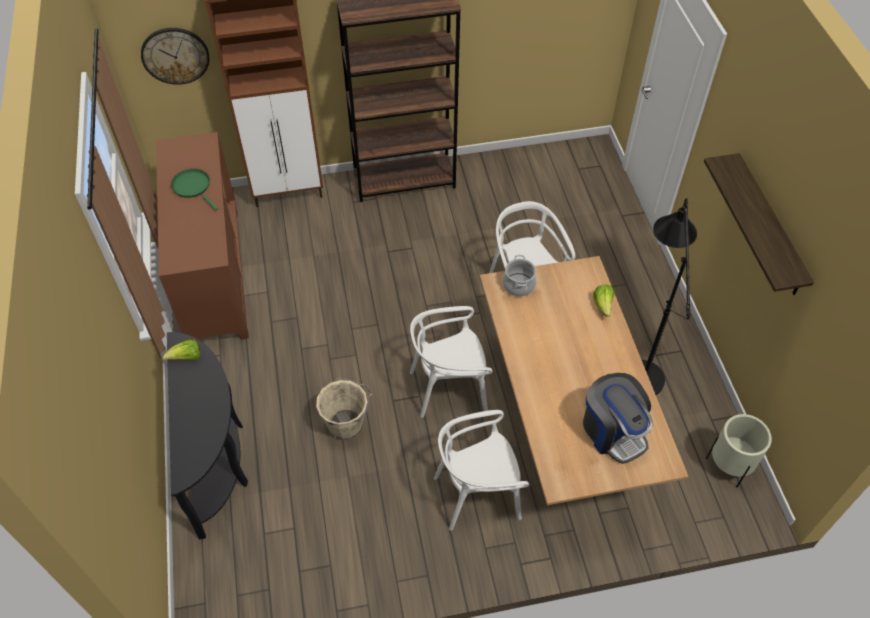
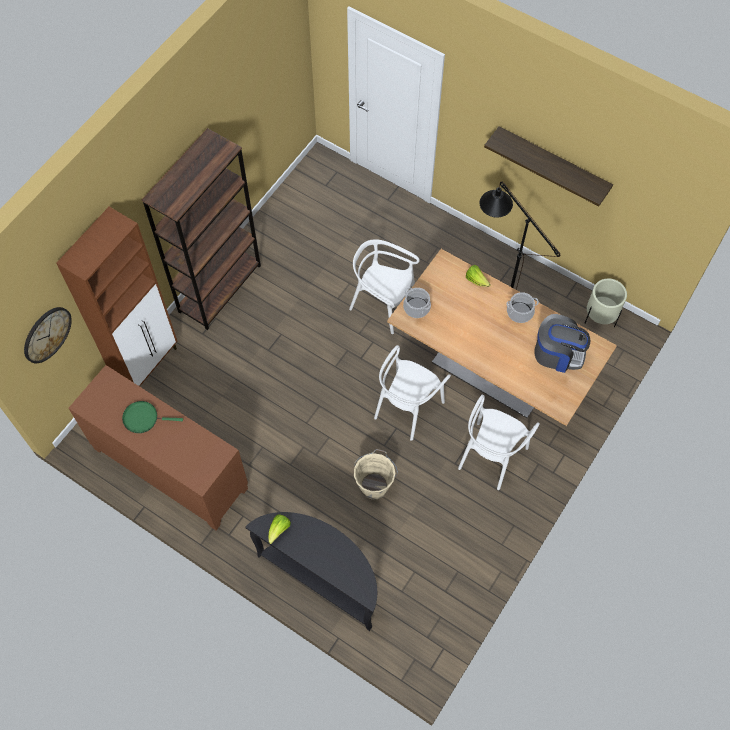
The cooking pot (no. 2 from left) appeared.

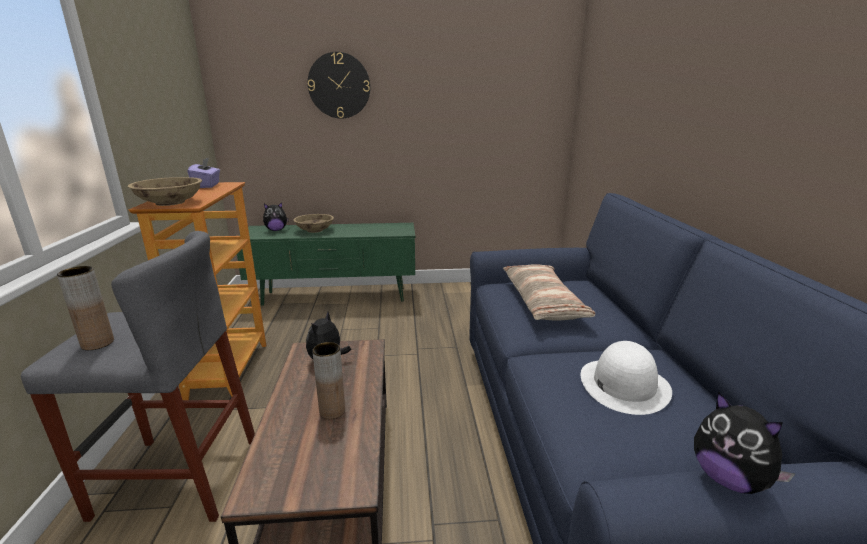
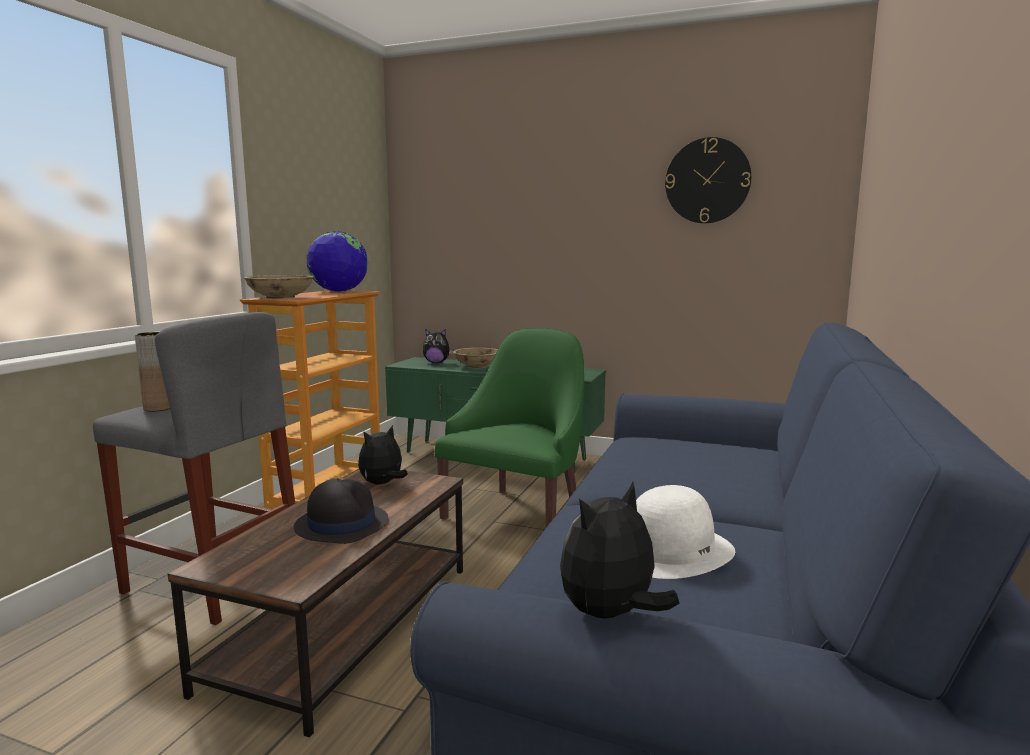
The purple tissue holder was replaced by the desk globe. The clock on the wall moved. The brown vase (no. 2 from left) was replaced by the black-coloured clothing hat. The throw pillow disappeared. The plush toy (no. 3 from left) turned 60 degrees clockwise. The green easy chair appeared.

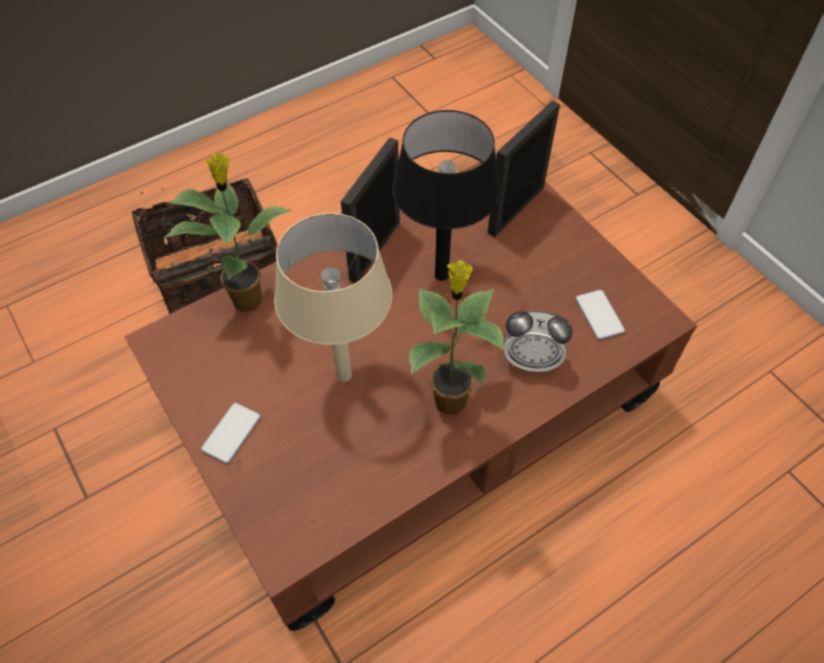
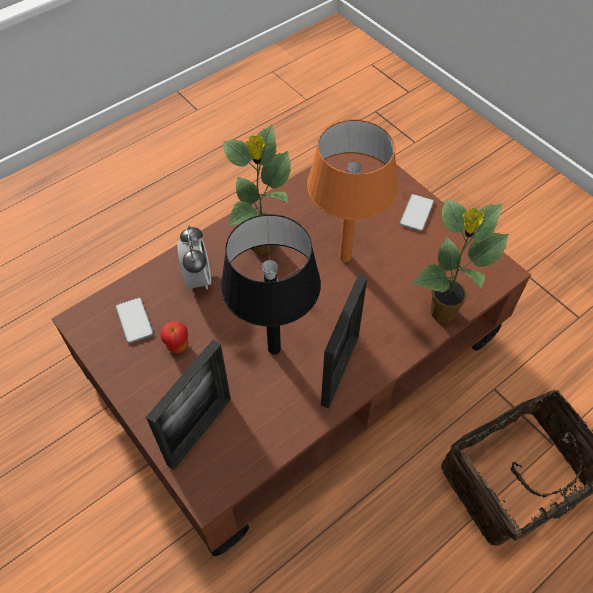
The sand-coloured lamp for a table became the orange-coloured lamp for a table. The bedside clock turned 75 degrees clockwise. The apple fruit appeared.

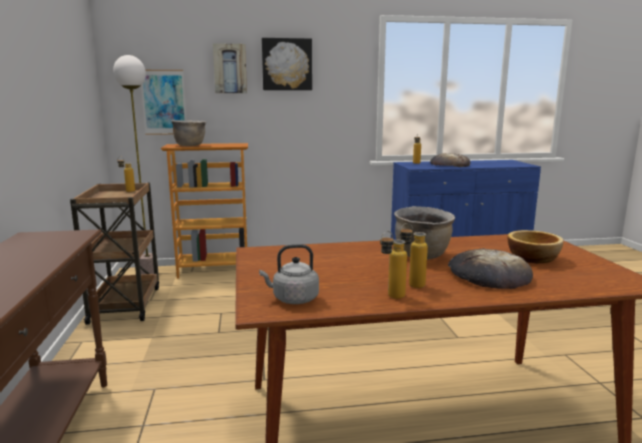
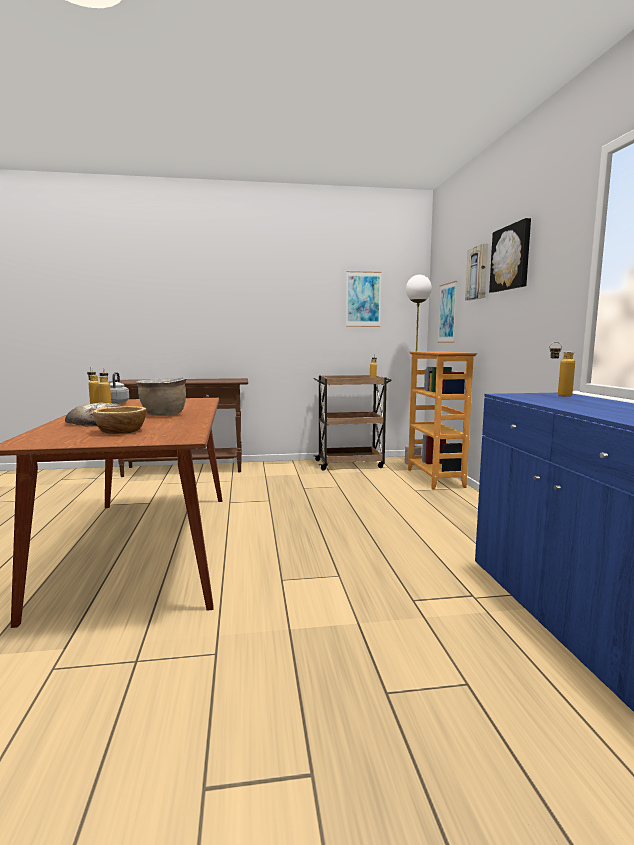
The brown cooking pot (no. 1 from left) disappeared. The baked bread (no. 1 from left) disappeared. The wall picture (no. 1 from left) appeared.

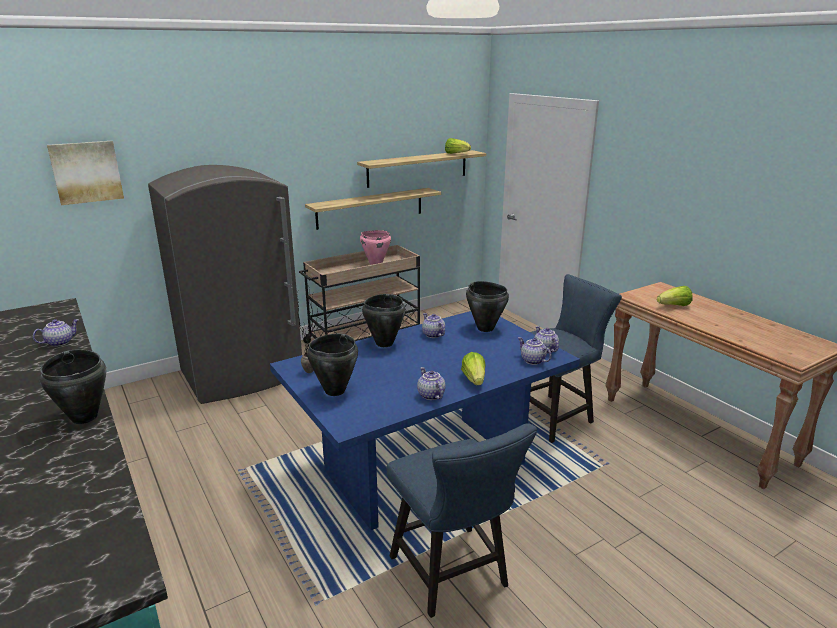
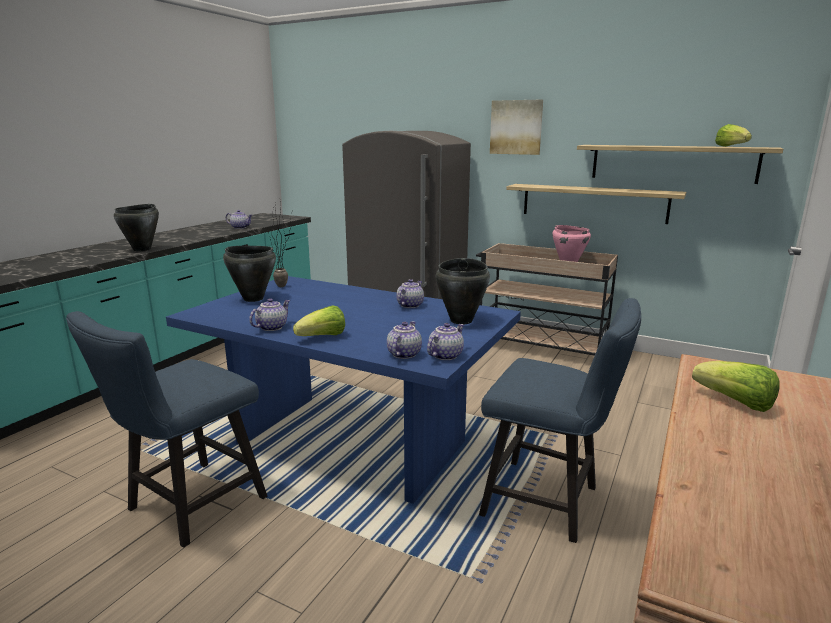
The wall picture moved. The black-coloured cooking pot (no. 3 from left) disappeared.

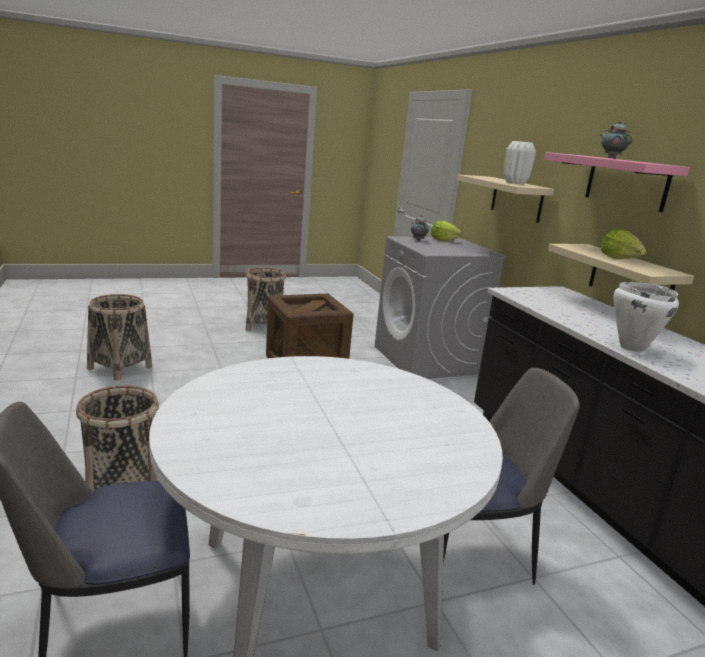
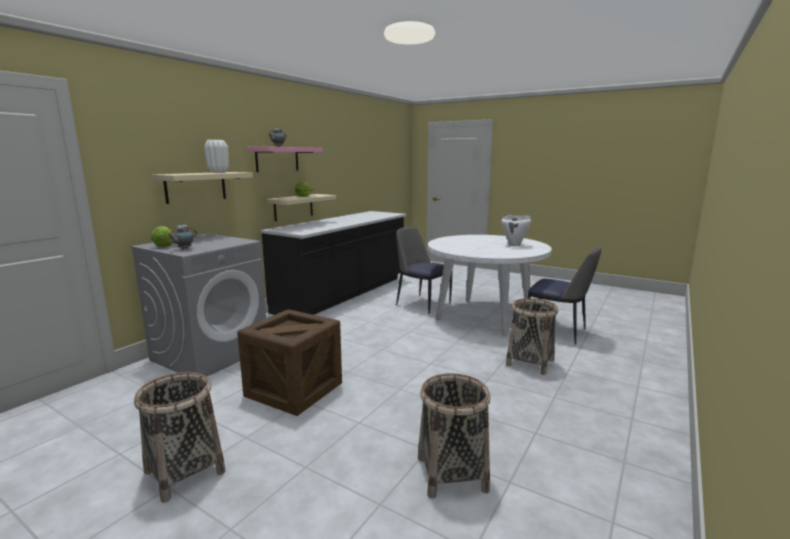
The whitish cooking pot moved.

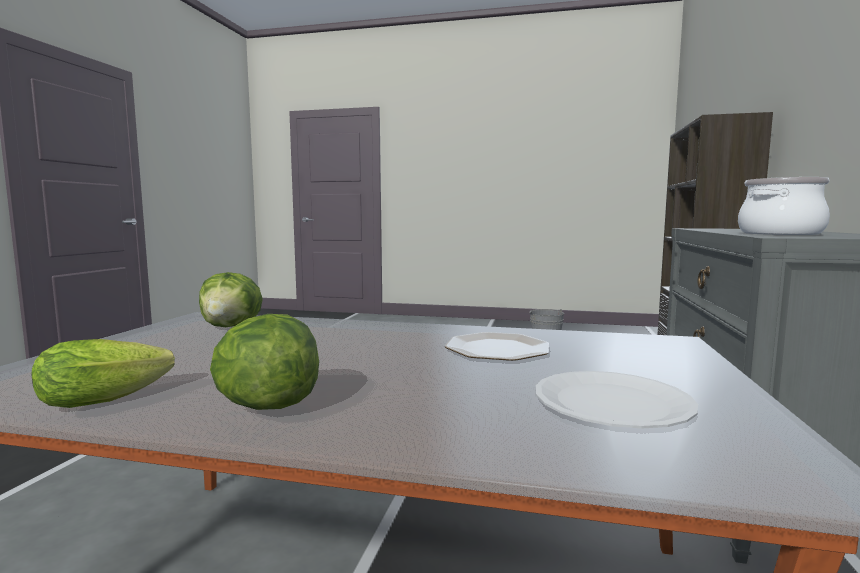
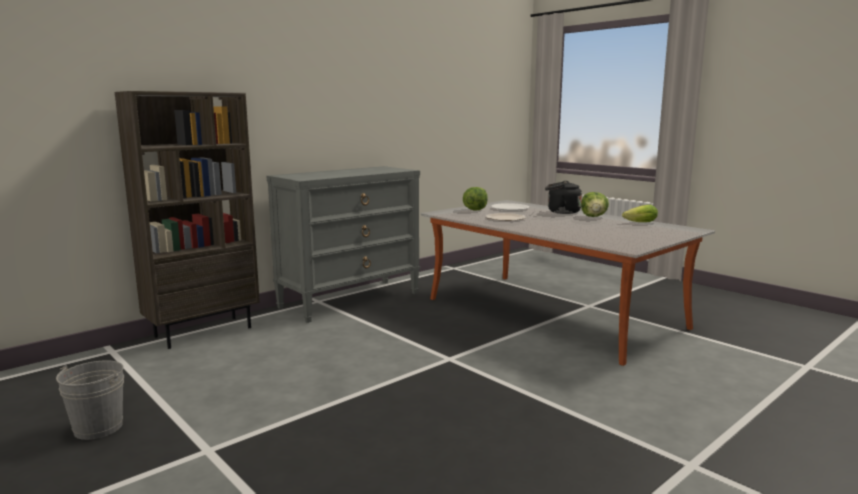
The lettuce head (no. 2 from left in the first image) moved. The cooking pot disappeared. The black-coloured tea kettle appeared.

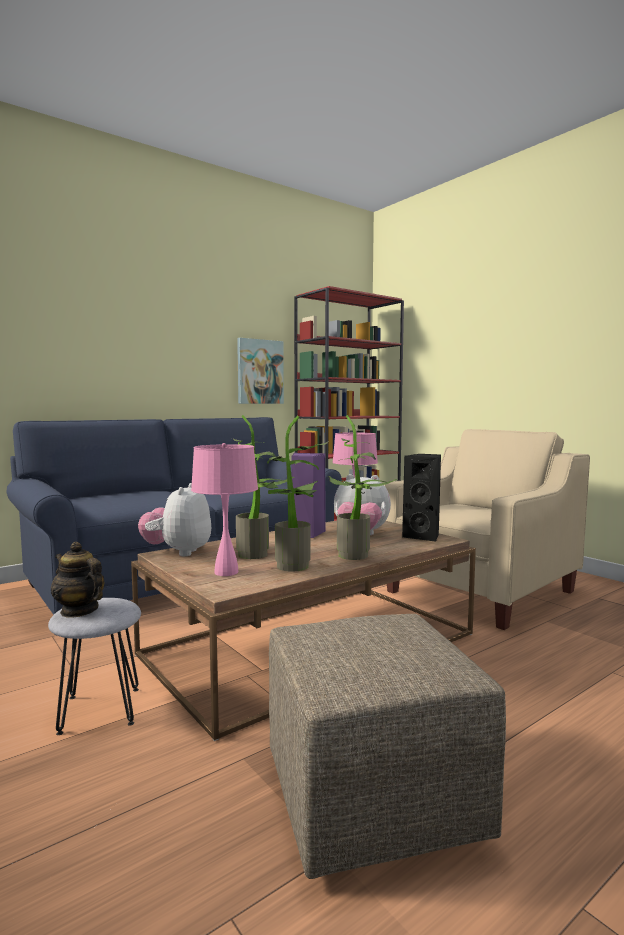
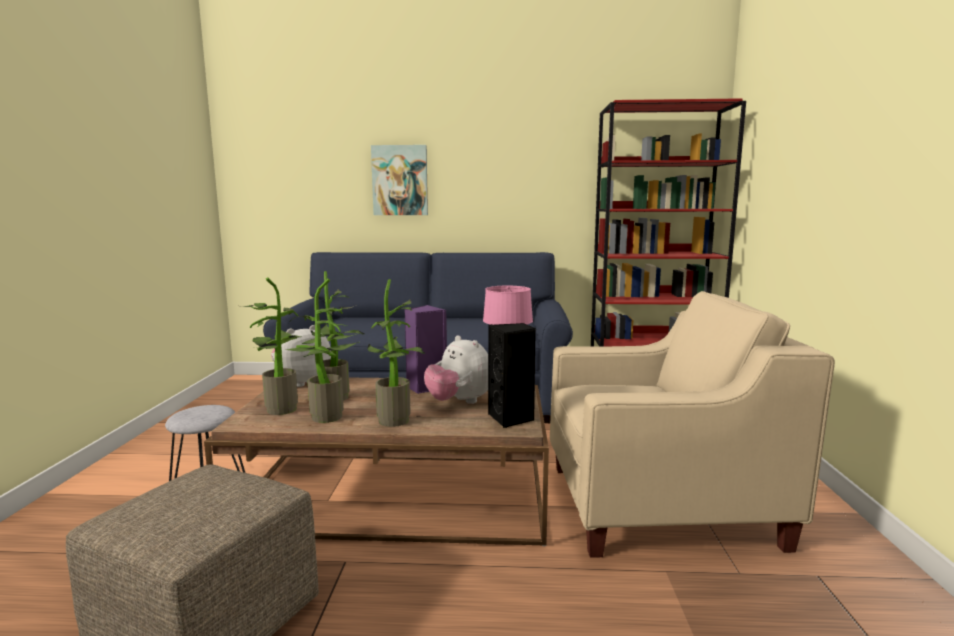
The pot for tea disappeared. The pinkish lamp for a table (no. 1 from left) was replaced by the houseplant (no. 1 from left). The wall picture moved.

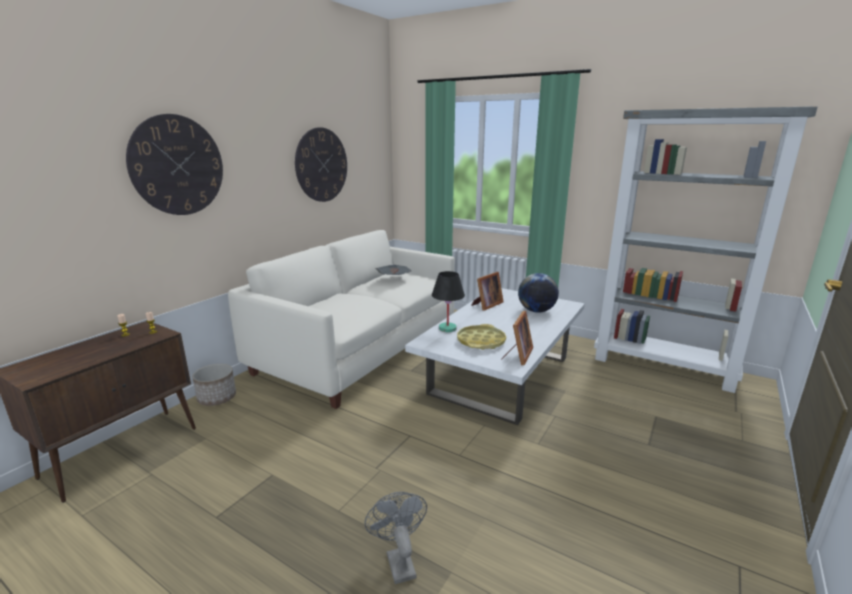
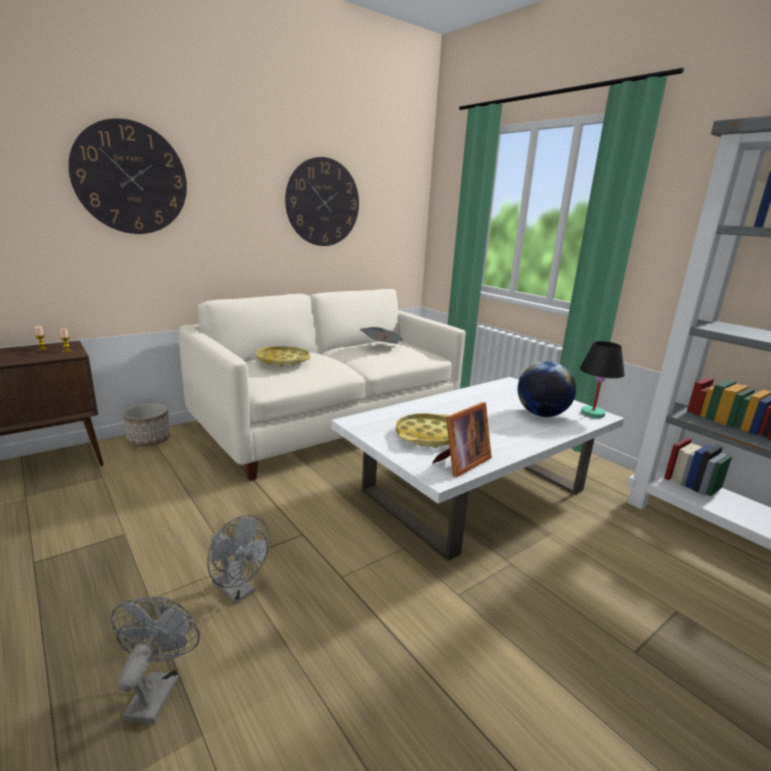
The black-coloured lamp for a table moved. The picture frame (no. 1 from left) disappeared. The gray fan (no. 2 from left) appeared. The yellowish carrying tray (no. 1 from left) appeared.

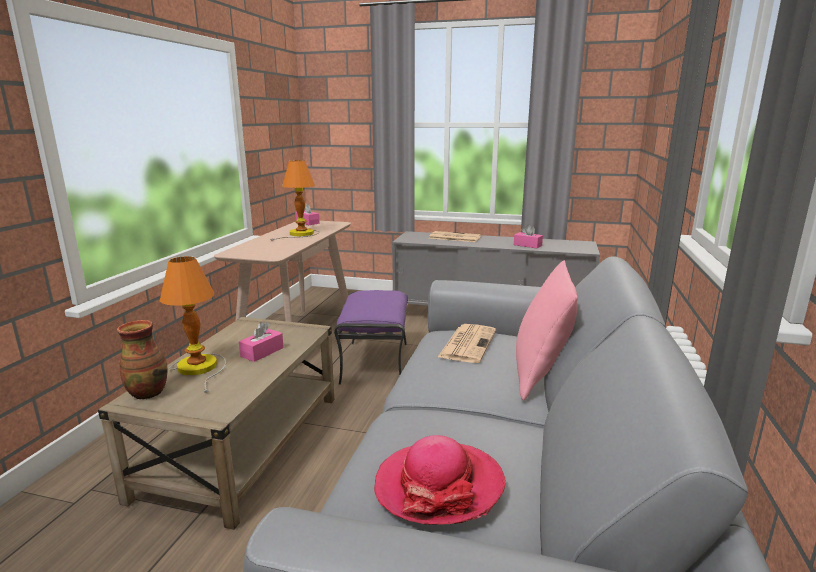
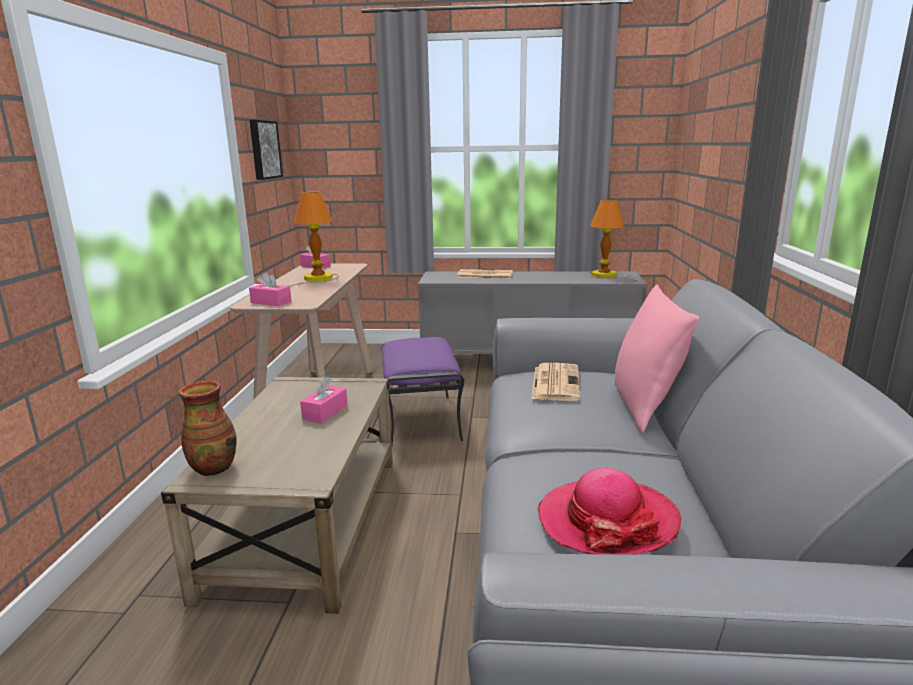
The lamp for a table (no. 1 from left in the first image) moved. The pinkish tissue holder (no. 3 from left in the first image) moved. The wall picture appeared.

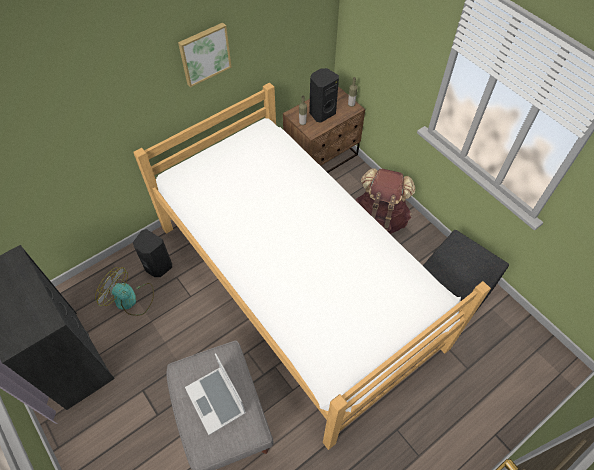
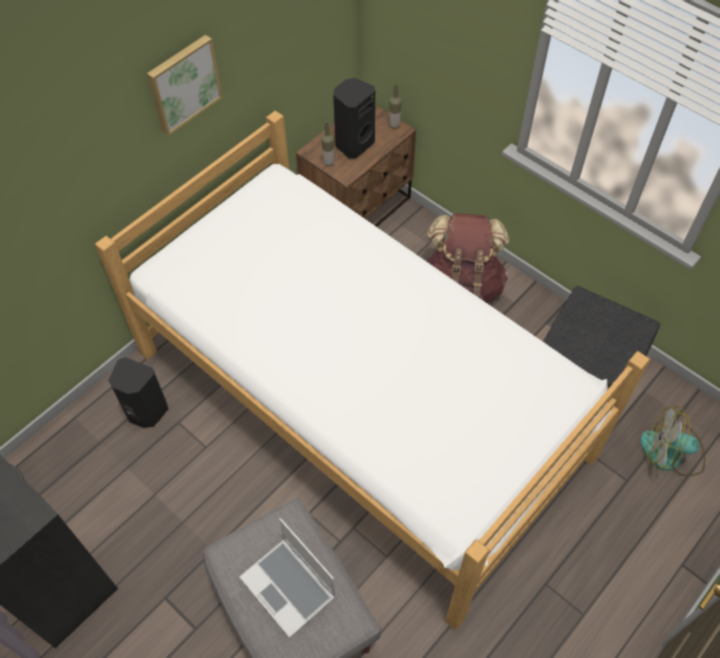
The fan moved.

